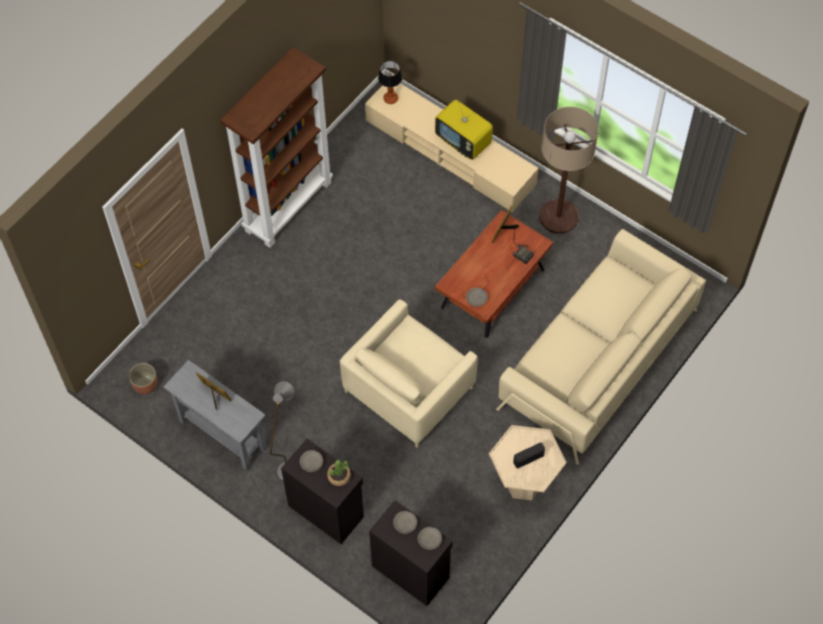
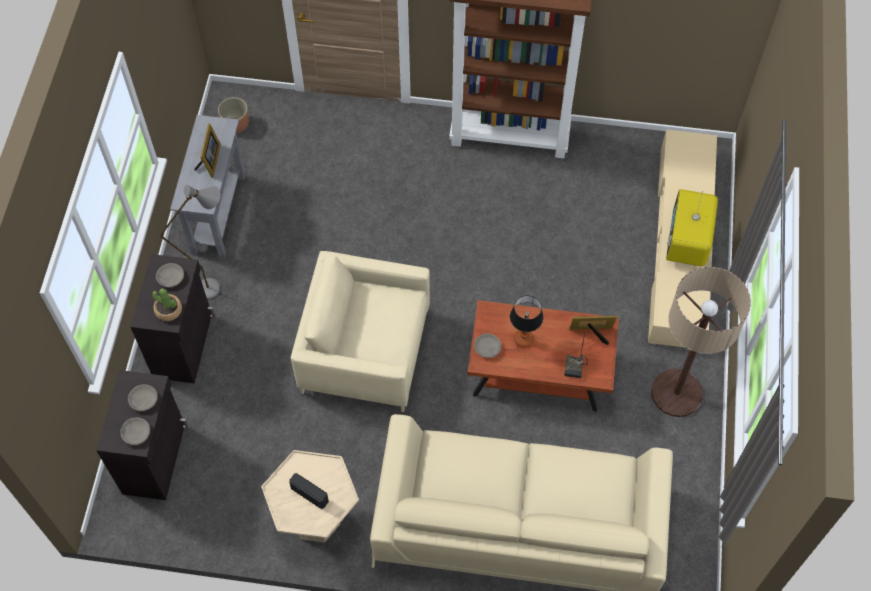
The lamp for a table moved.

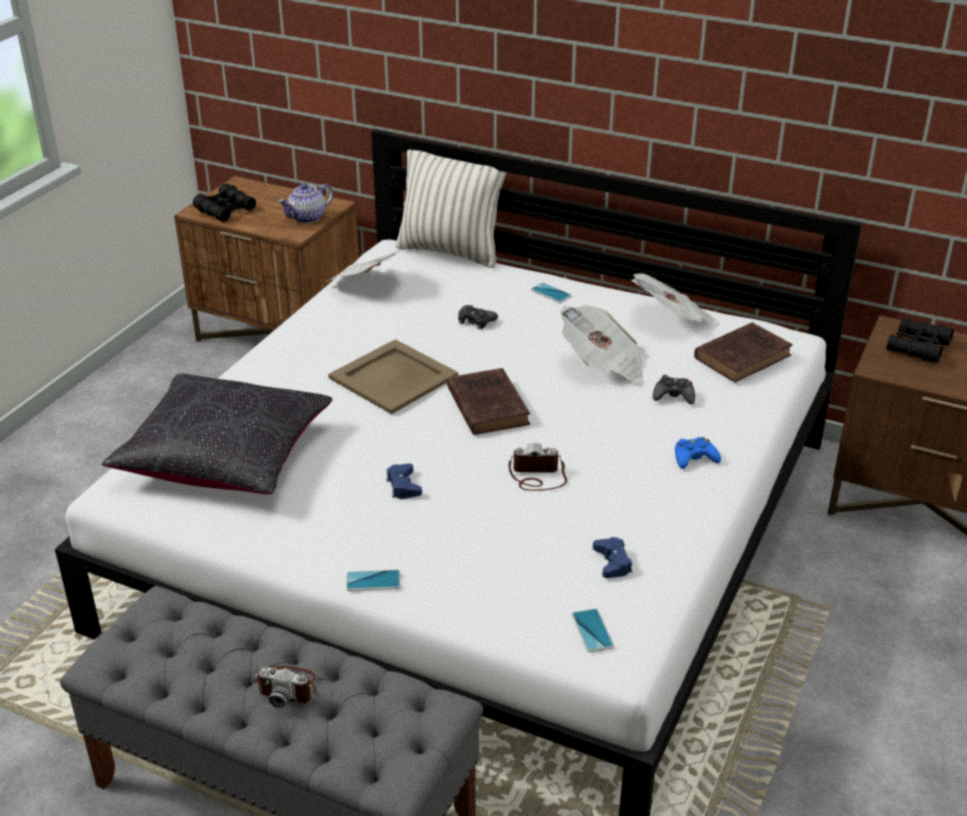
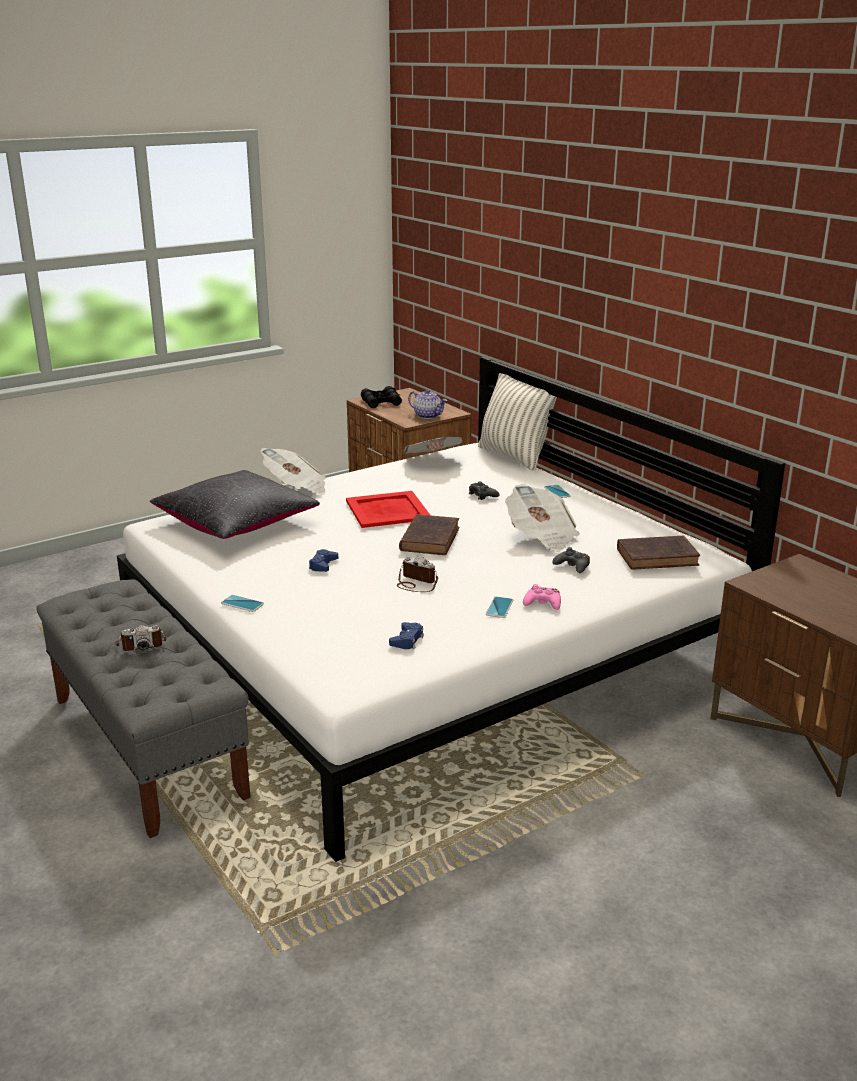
The still camera (no. 1 from left) turned 60 degrees counterclockwise. The pot for tea turned 135 degrees counterclockwise. The sand-coloured carrying tray became the reddish carrying tray. The phone (no. 3 from left in the first image) moved. The daily paper (no. 3 from left in the first image) moved. The blue-coloured joypad (no. 3 from left) became the pinkish joypad. The black-coloured binoculars (no. 2 from left) disappeared.

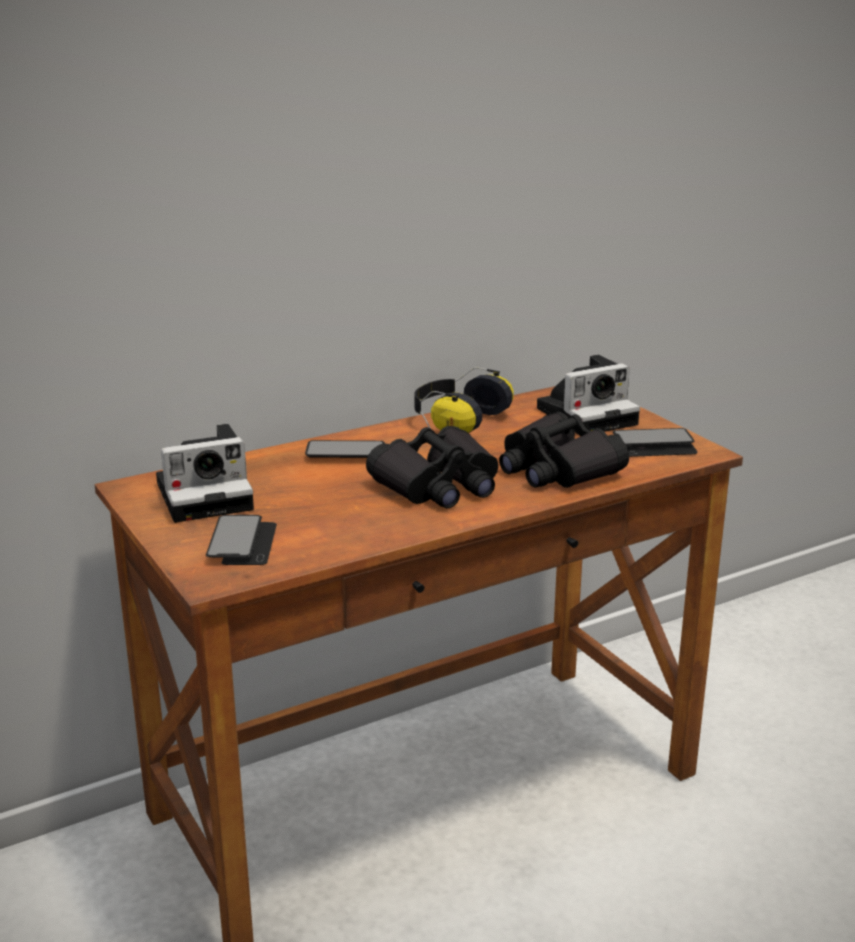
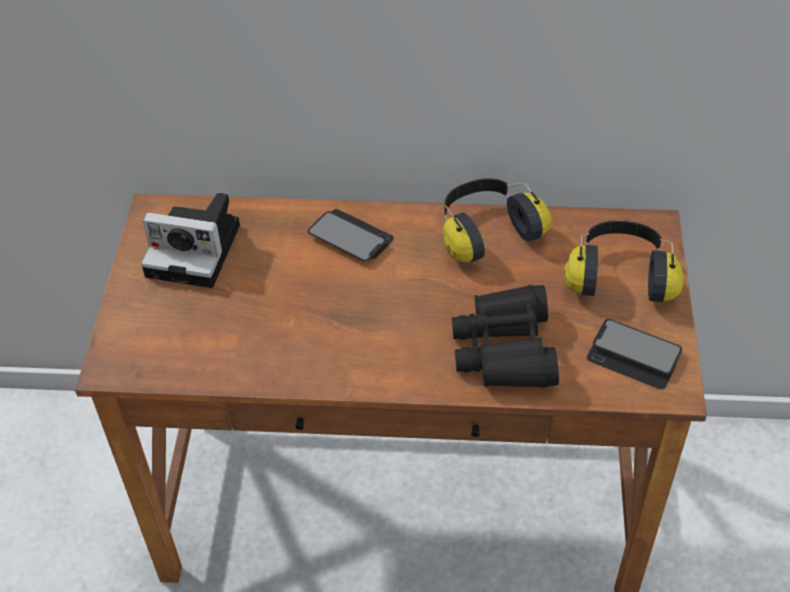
The phone (no. 1 from left) disappeared. The black-coloured binoculars (no. 1 from left) disappeared. The still camera (no. 2 from left) was replaced by the headset (no. 2 from left).

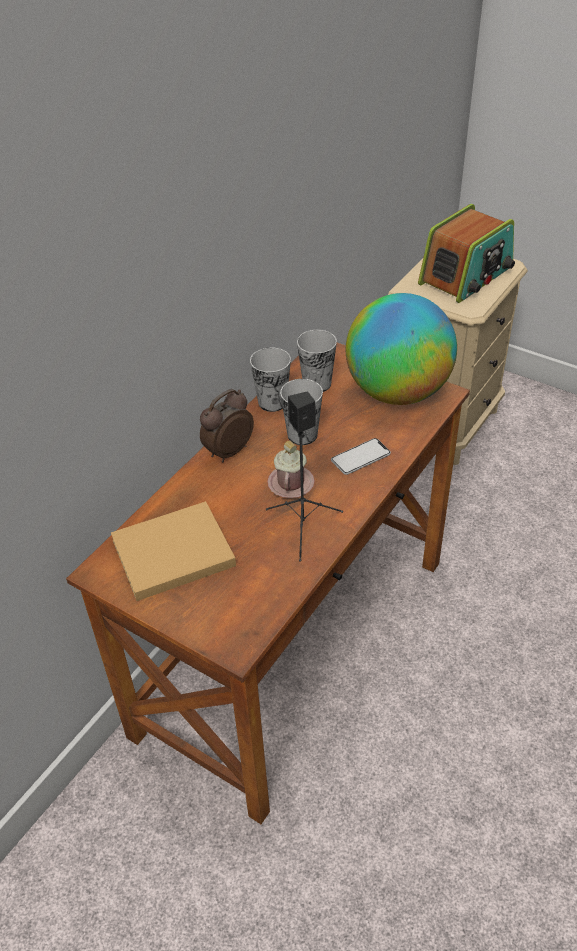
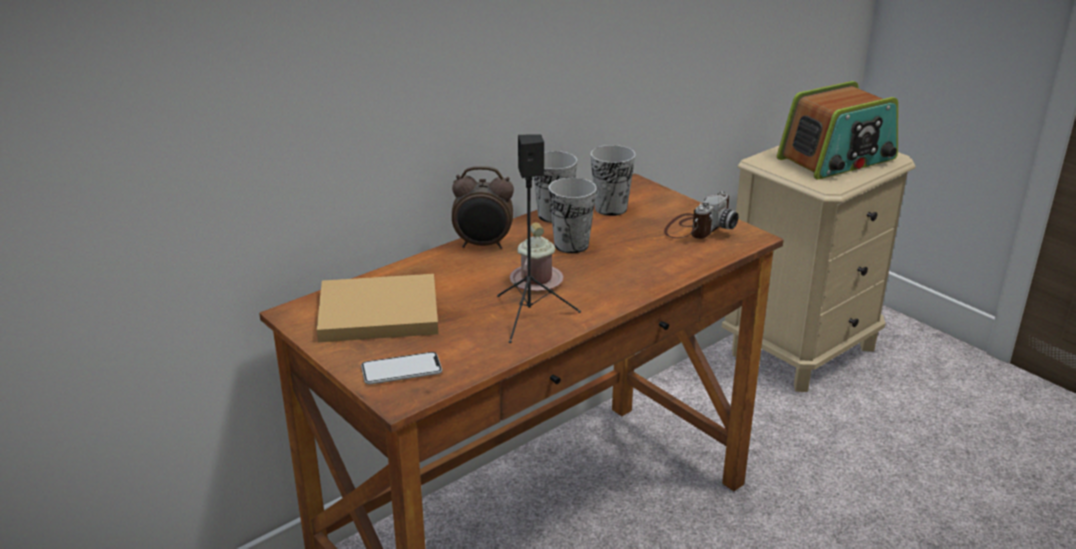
The bedside clock turned 150 degrees counterclockwise. The phone moved. The desk globe was replaced by the still camera.

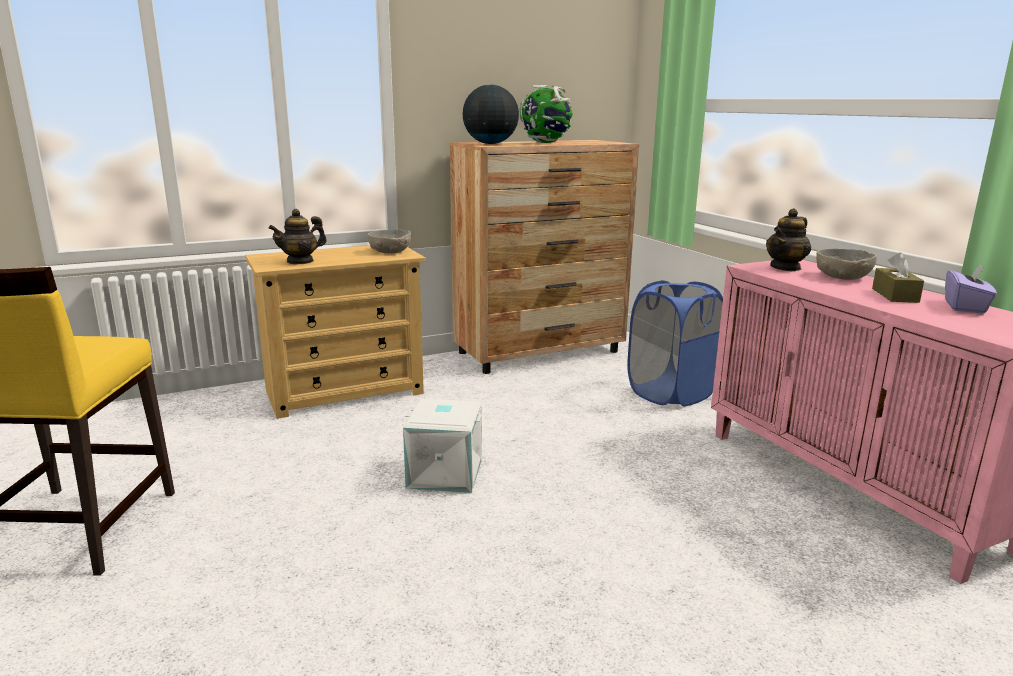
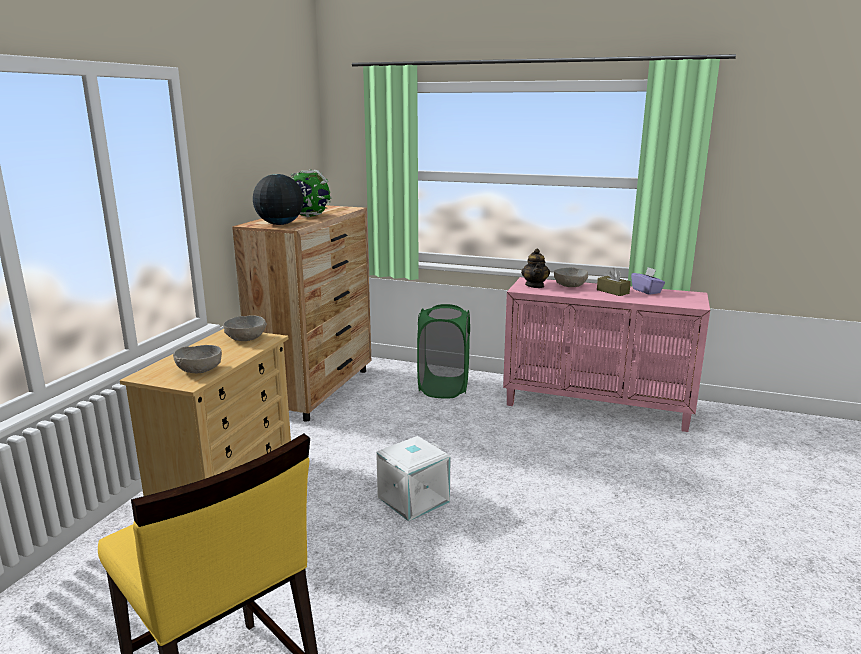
The pot for tea (no. 1 from left) was replaced by the gray serving bowl (no. 1 from left). The blue-coloured hamper became the green hamper.

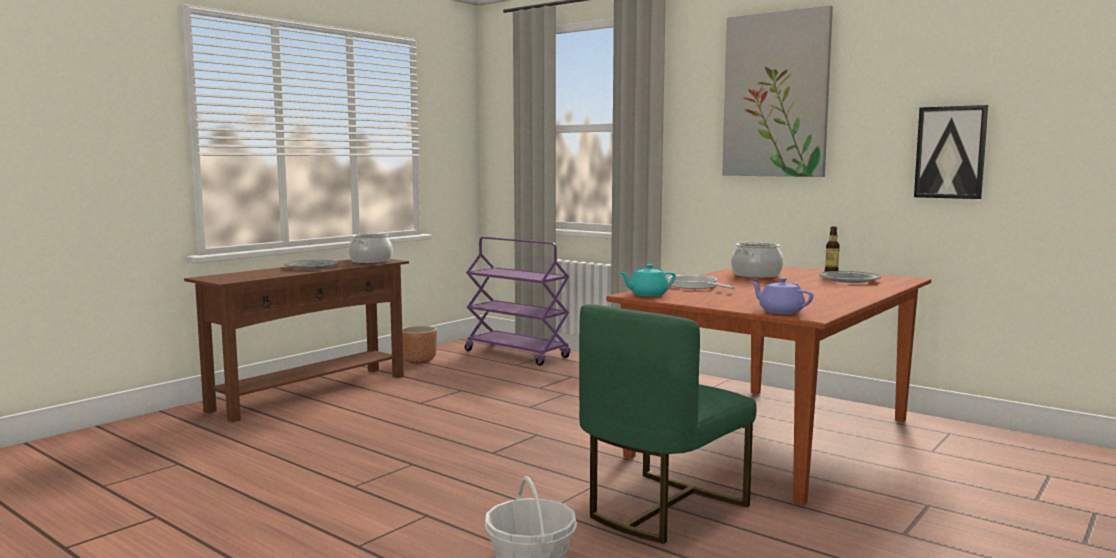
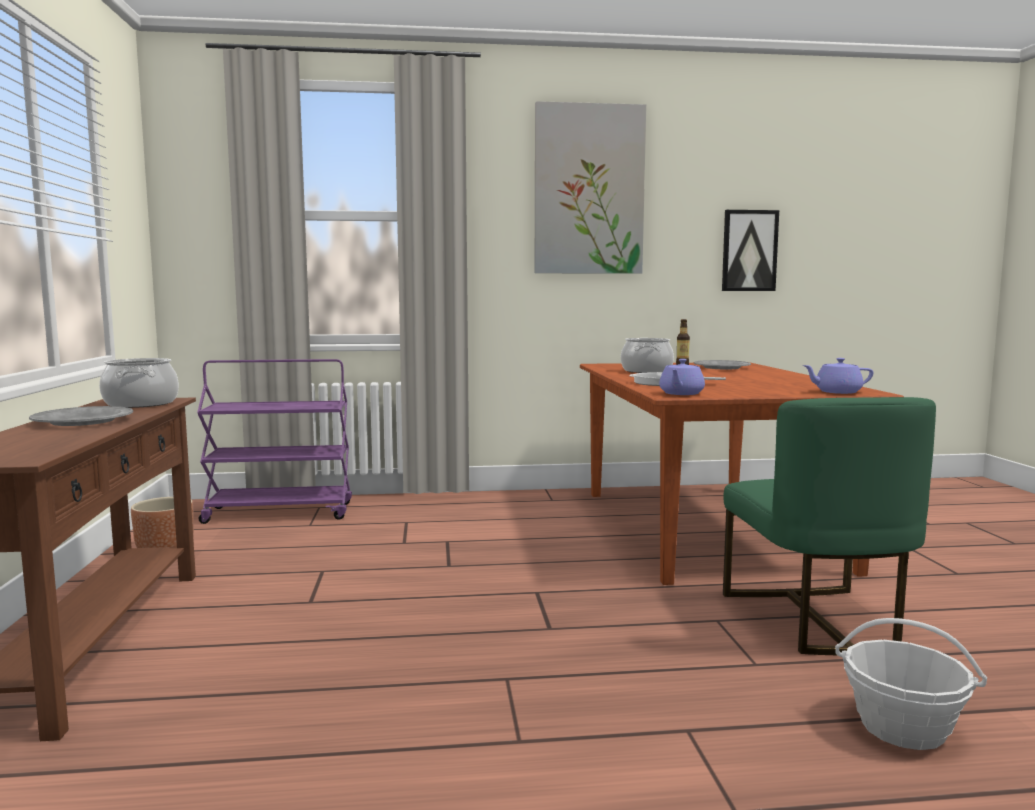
The blue-green pot for tea became the purple pot for tea (no. 1 from left).

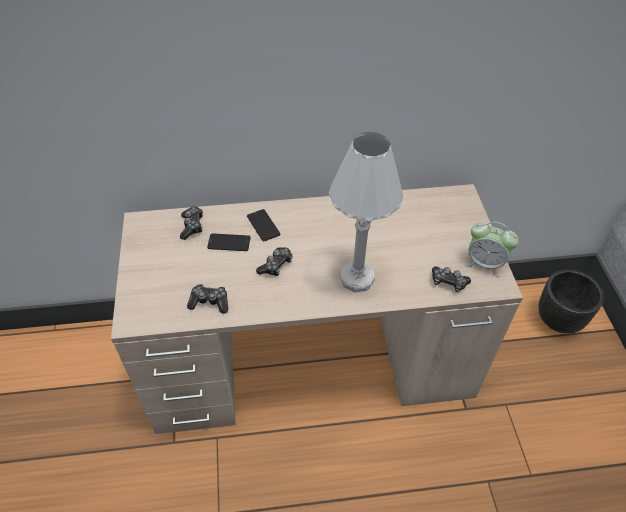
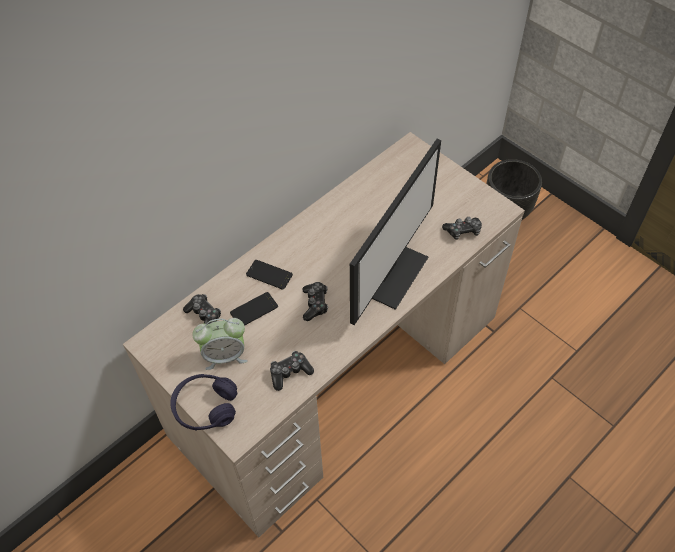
The whitish lamp for a table was replaced by the monitor. The bedside clock moved. The purple headset appeared.

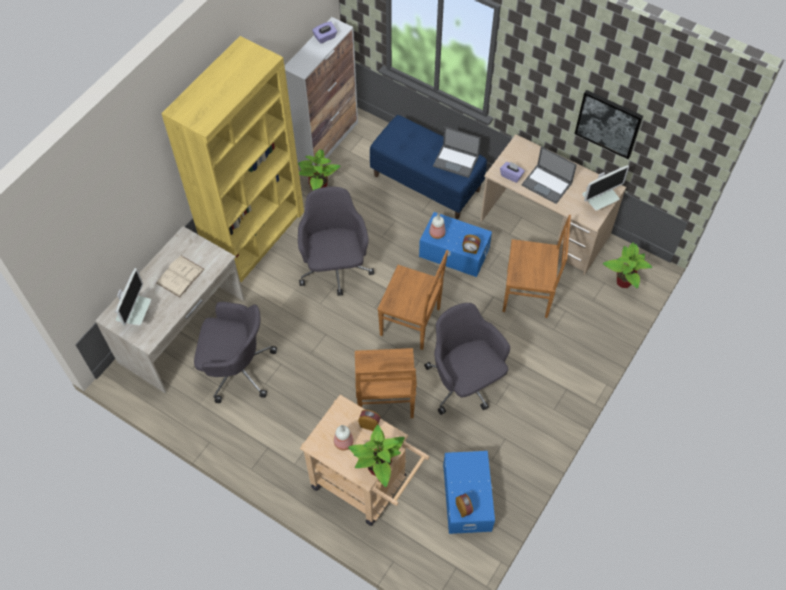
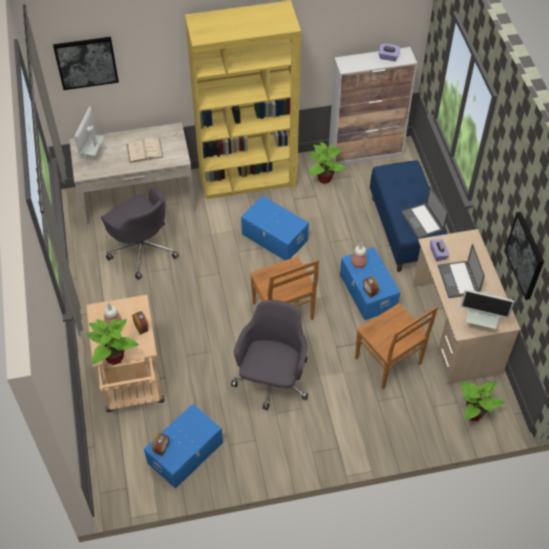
The monitor (no. 1 from left) turned 135 degrees clockwise. The gray desk chair (no. 2 from left) was replaced by the blue-coloured storage box (no. 2 from left). The brown plain chair (no. 1 from left) disappeared. The wall picture (no. 1 from left) appeared.

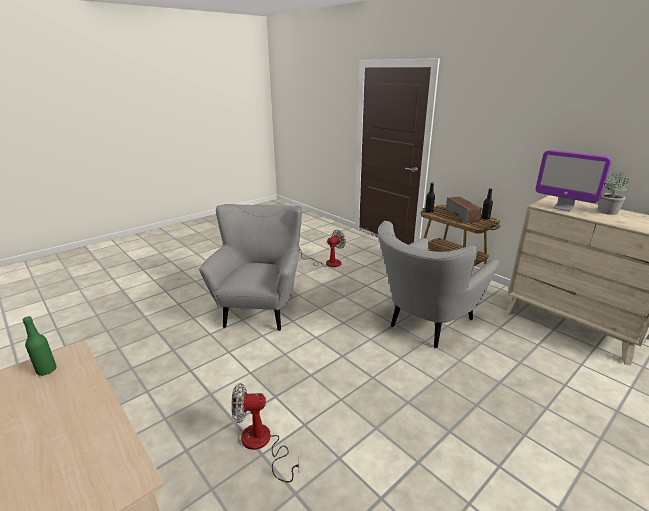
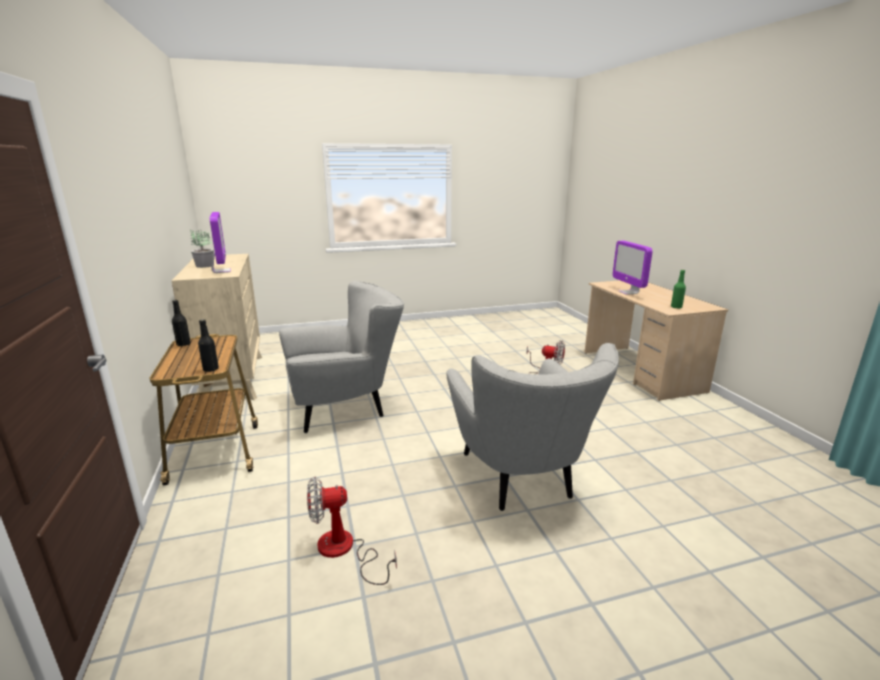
The gray easy chair (no. 1 from left in the first image) turned 45 degrees counterclockwise. The speaker disappeared. The monitor (no. 2 from left) appeared.

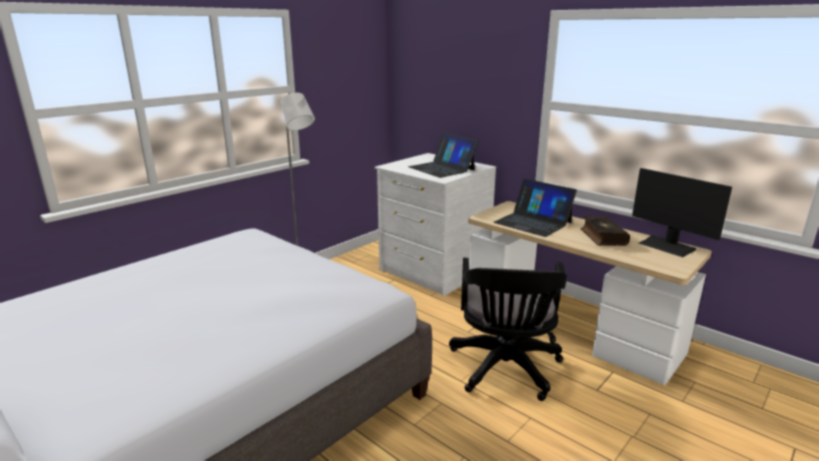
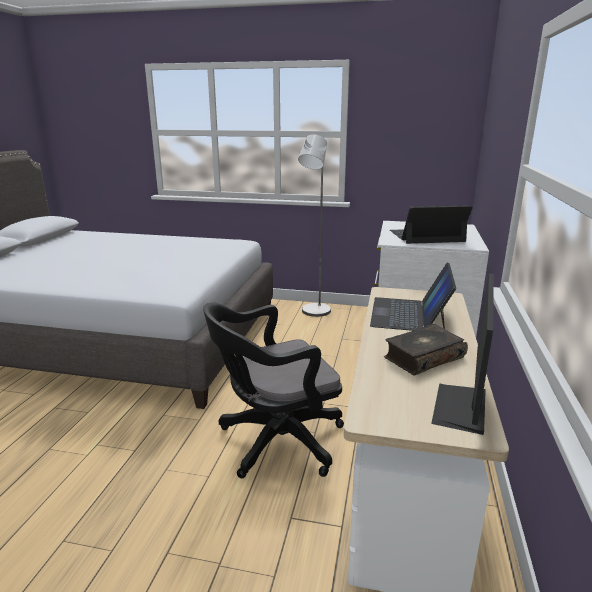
The notebook computer (no. 1 from left in the first image) turned 60 degrees clockwise.

